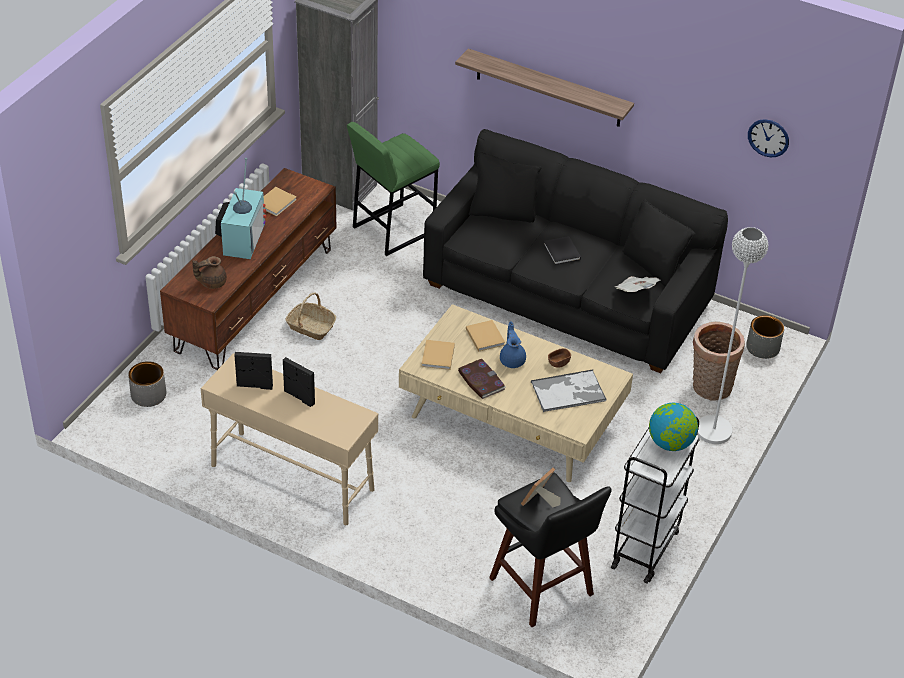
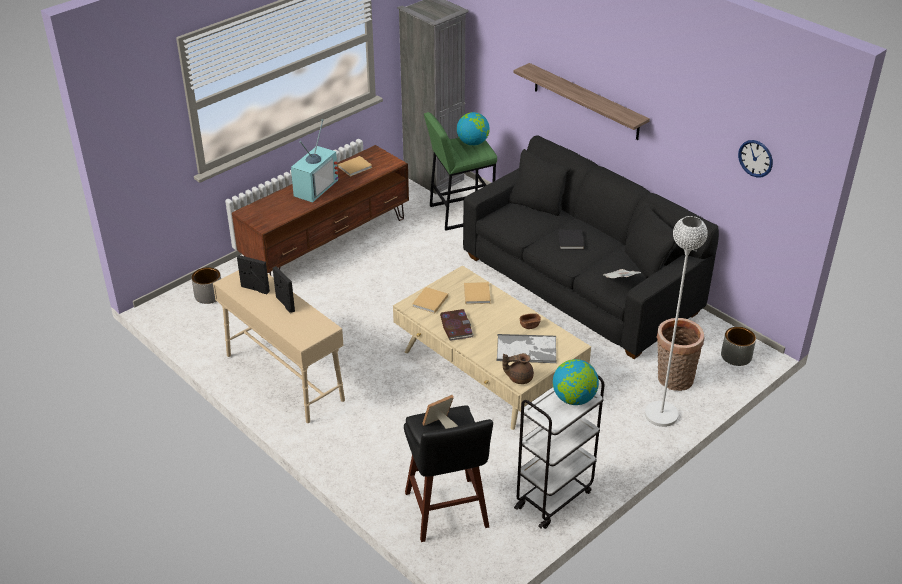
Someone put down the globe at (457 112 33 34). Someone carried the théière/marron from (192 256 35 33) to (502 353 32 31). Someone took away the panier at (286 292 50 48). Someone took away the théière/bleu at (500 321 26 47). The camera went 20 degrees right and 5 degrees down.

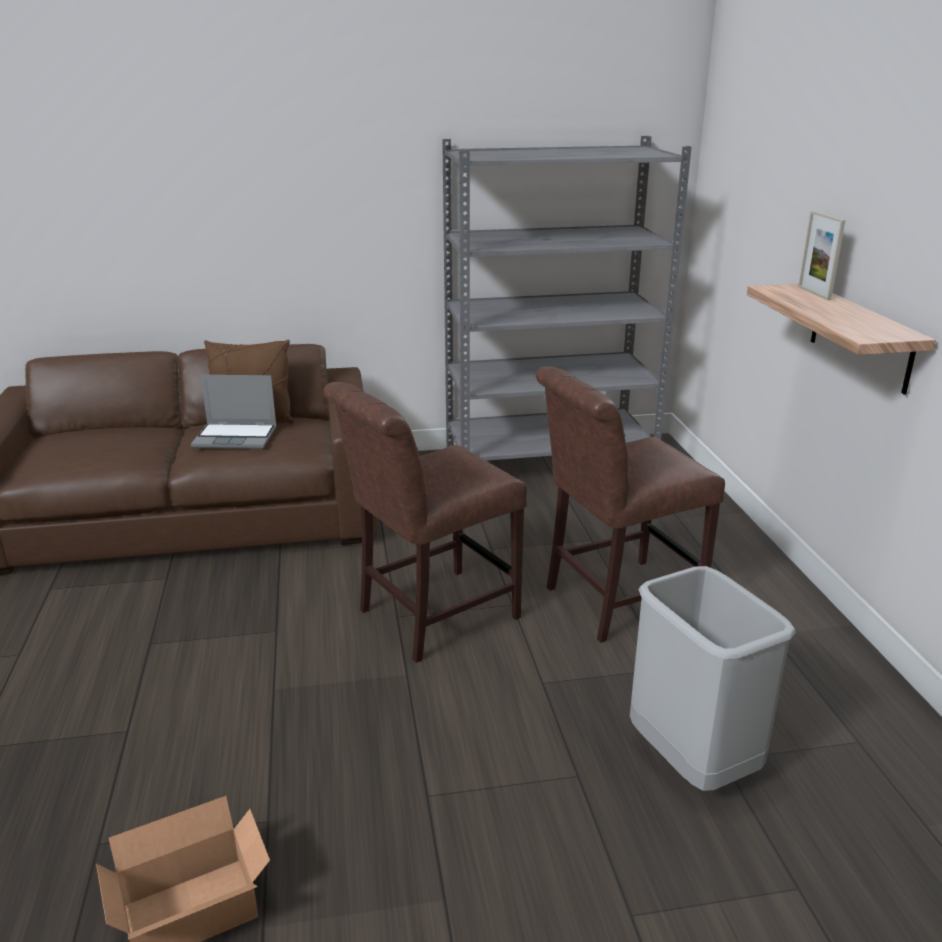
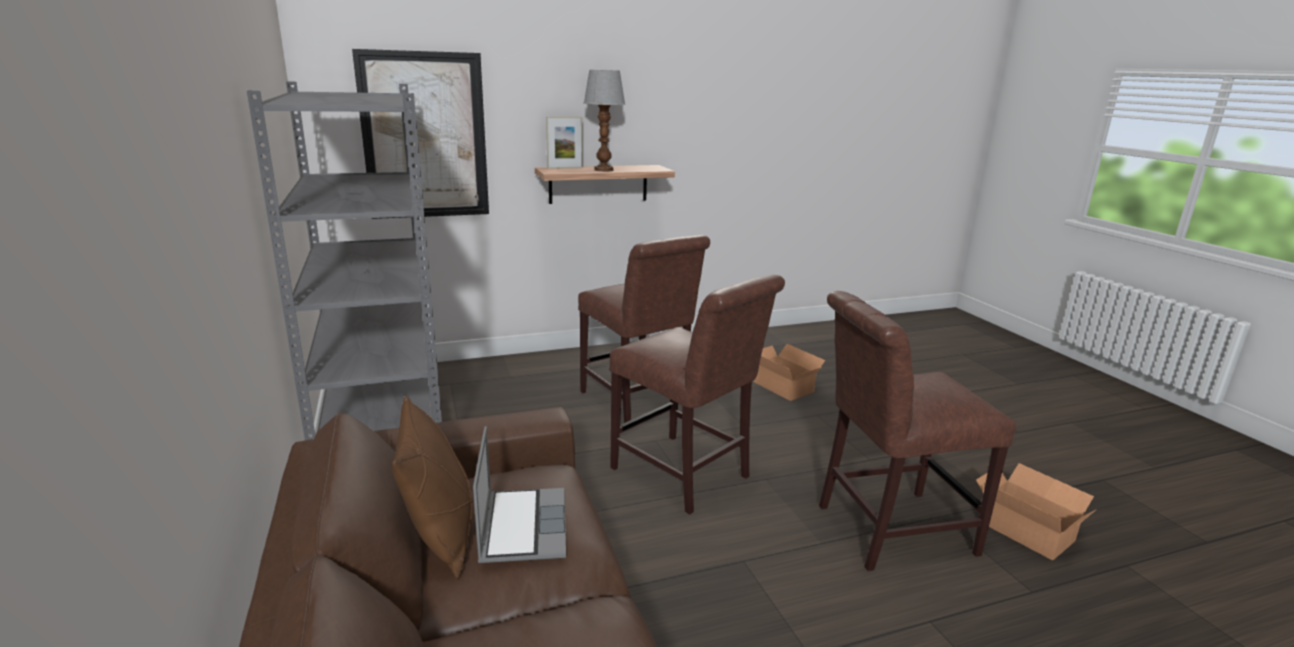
Someone put up the tableau at (352 49 137 170). Someone put down the lampe de table at (584 70 41 102). Someone swapped the poubelle/gris at (630 566 166 225) for the carton at (753 344 72 57). Someone put down the chaise/marron at (819 291 197 280). The camera went 100 degrees left and 5 degrees down.

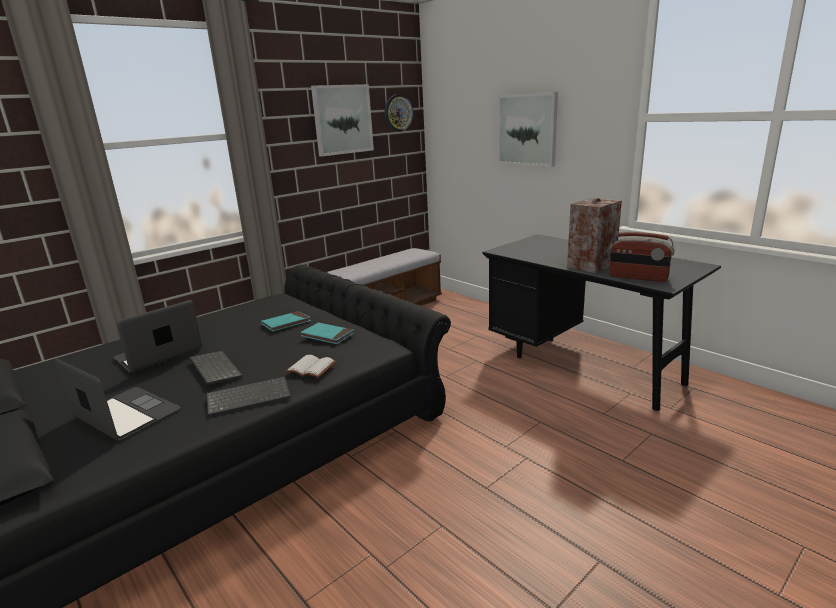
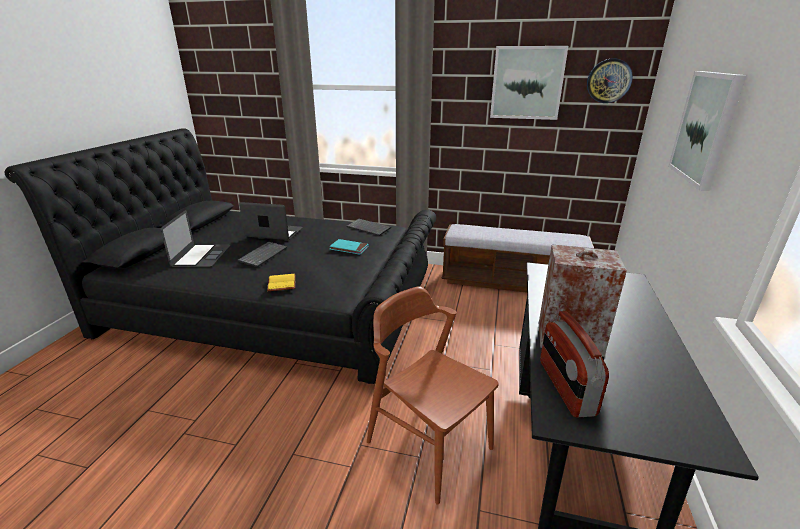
Someone repainted the livre/blanc at (285 355 51 23), which became the livre/jaune at (267 274 29 17). Someone carried the clavier from (207 376 83 41) to (347 219 44 17). Someone put down the chaise/marron at (367 286 132 219). Someone took away the livre/turquoise at (301 323 53 21). The camera went 55 degrees right and 5 degrees up.

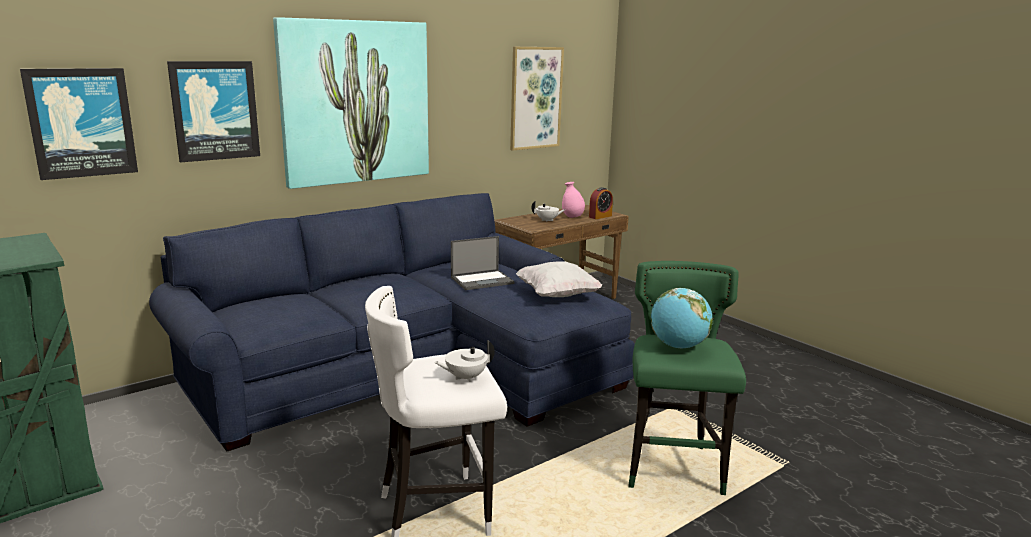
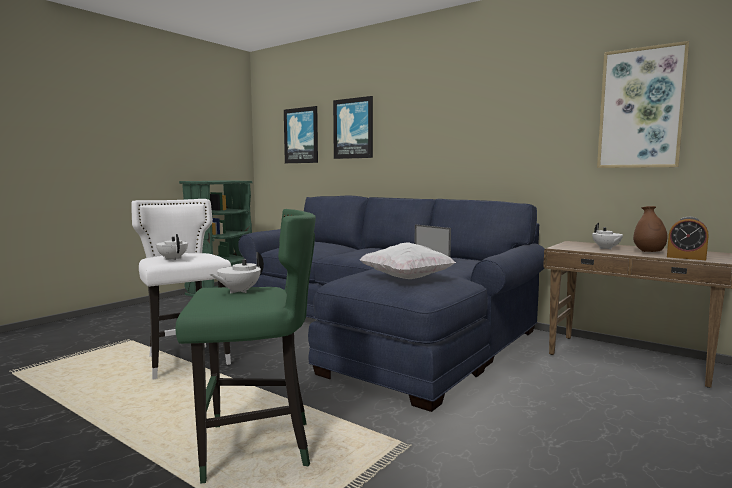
Someone swapped the globe at (651 288 62 60) for the théière/blanc at (210 252 54 41). Someone repainted the vase/rose at (562 182 23 36), which became the vase/marron at (633 206 35 46). Someone took away the tableau at (273 17 156 172). The camera went 75 degrees right and 10 degrees down.

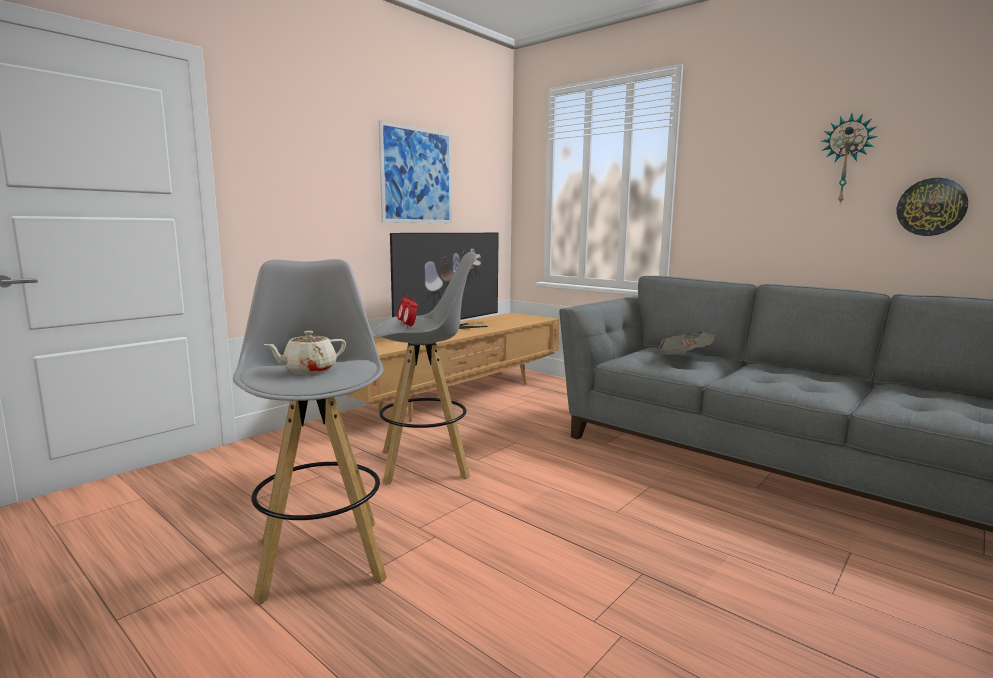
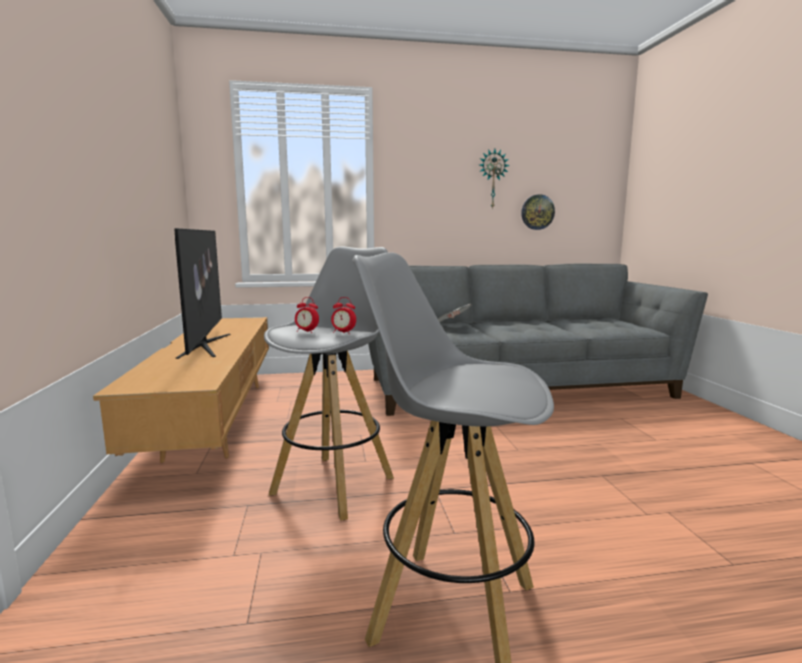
Someone took away the théière/beige at (264 331 82 43). Someone took away the tableau at (378 120 74 103). The camera went 50 degrees left and 0 degrees up.

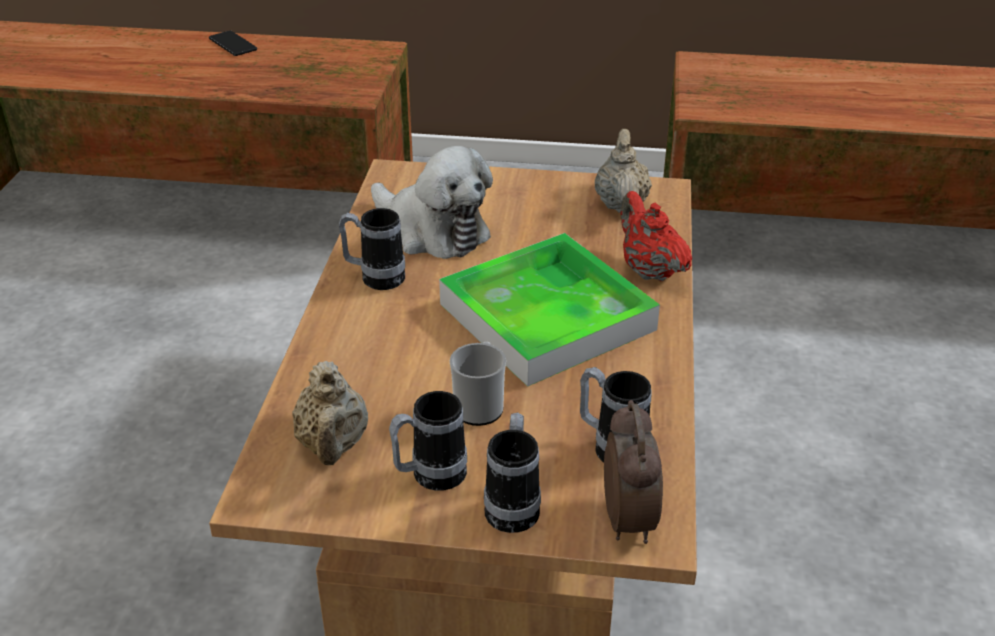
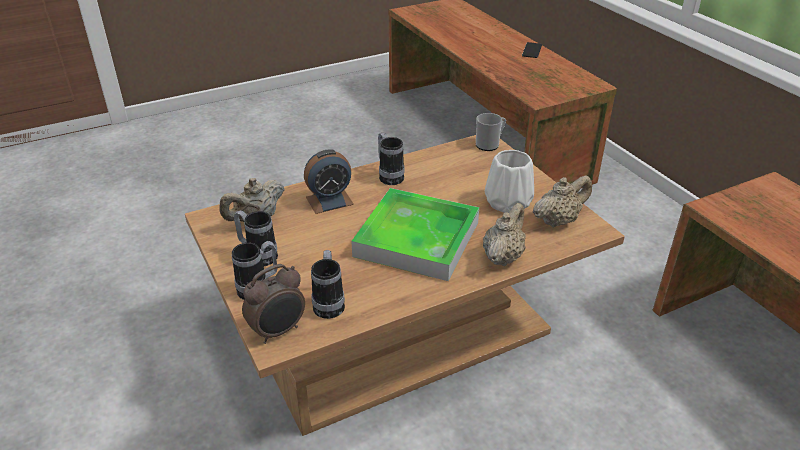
Someone put down the réveil at (304 149 50 65). Someone carried the mug from (450 342 56 84) to (476 113 30 38). Someone repainted the théière/rouge at (621 191 71 90), which became the théière/beige at (483 203 43 63). Someone put down the vase/blanc at (485 150 49 63). Someone took away the peluche at (371 146 122 113). The camera went 55 degrees right and 0 degrees up.

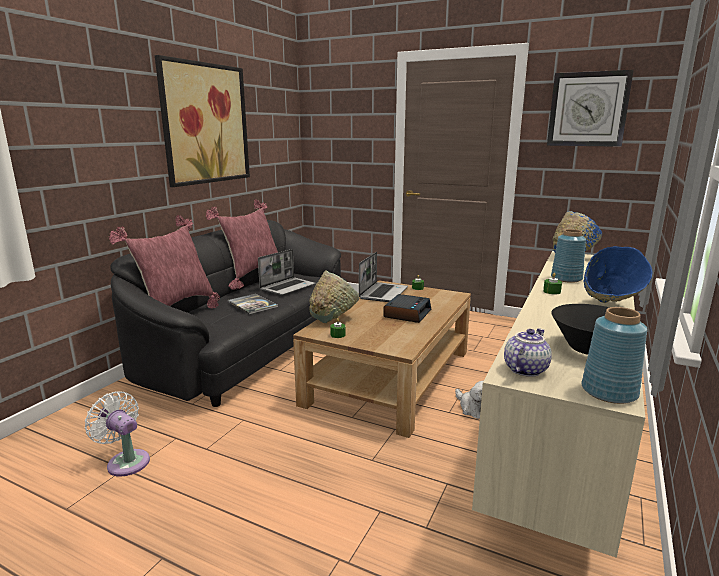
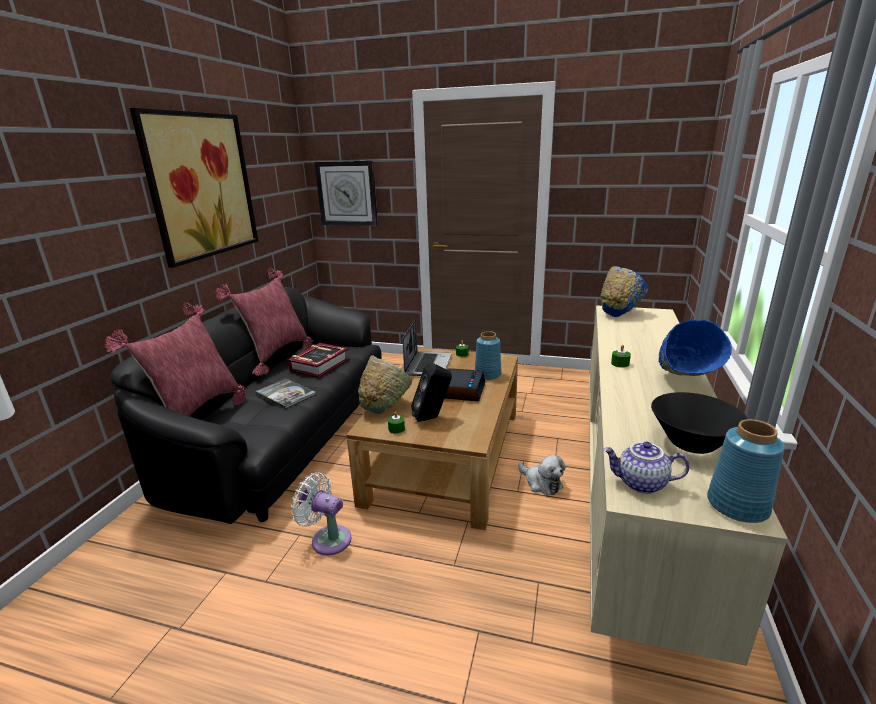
Someone swapped the ordinateur portable at (258 249 58 46) for the livre at (288 343 61 35). Someone carried the ventilateur/blanc from (85 391 65 86) to (291 472 60 83). Someone carried the horloge murale from (547 70 87 77) to (314 161 64 65). Someone put down the enceinte/noir at (411 362 41 60). Someone carried the vase/bleu from (551 229 35 54) to (475 331 26 49). Someone rotated the théière at (504 328 48 49) by 105 degrees counterclockwise. The camera went 10 degrees left and 5 degrees up.

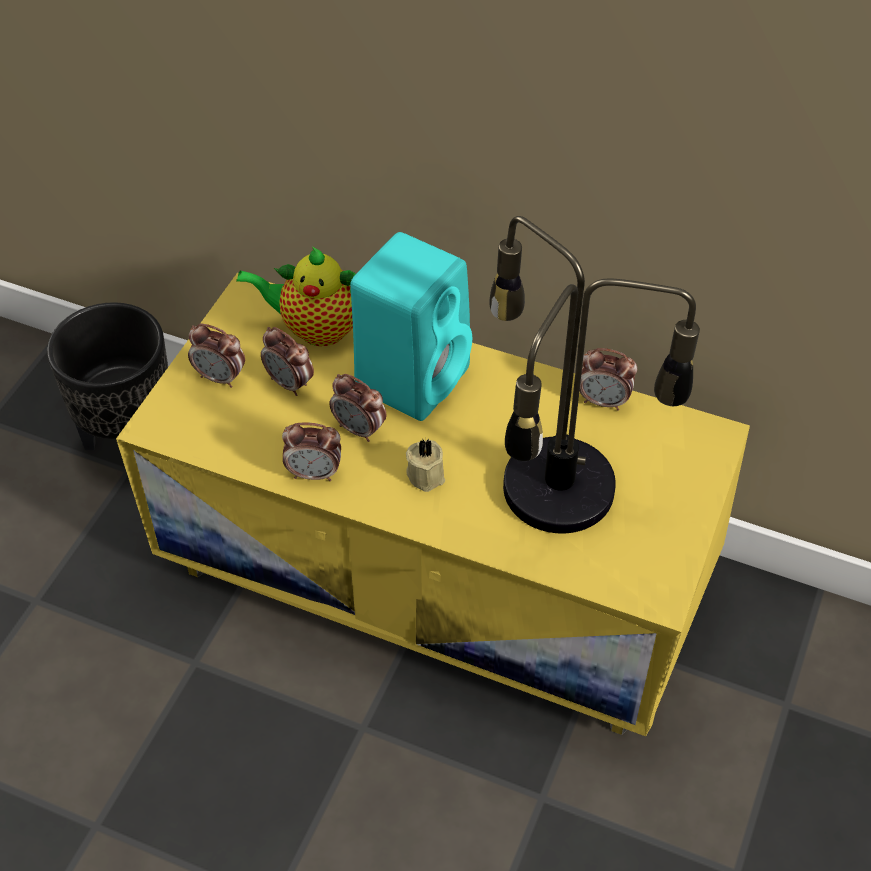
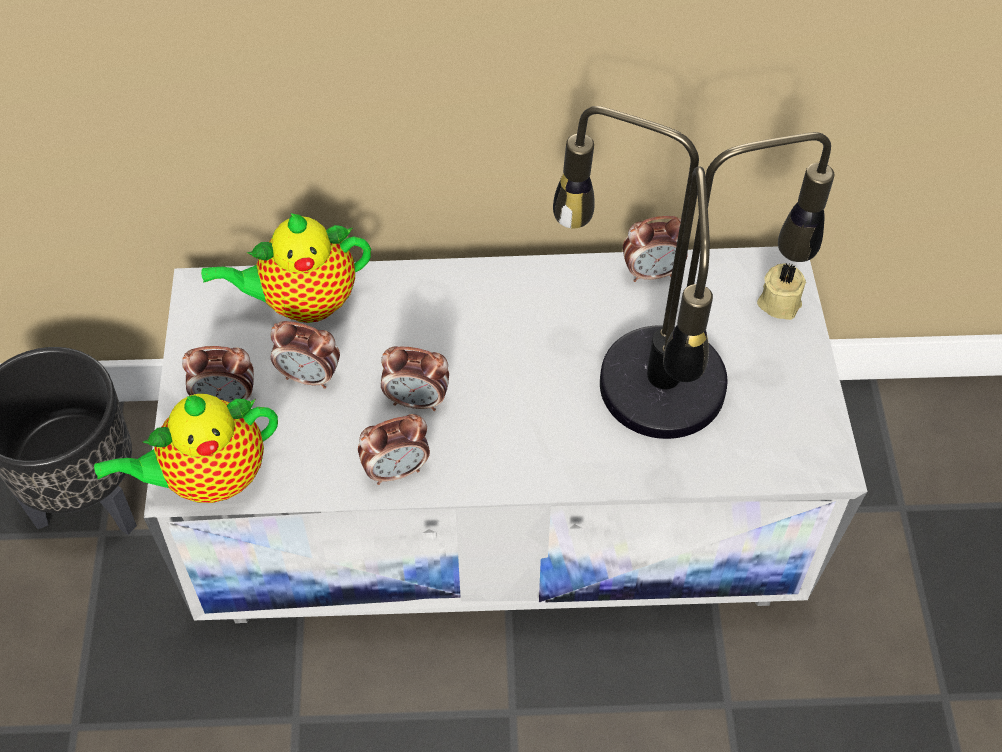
Someone put down the théière at (94 394 184 109). Someone repainted the meuble télé/jaune at (116 273 634 463), which became the meuble télé/blanc at (144 246 723 377). Someone carried the bougie/beige from (406 439 39 53) to (757 263 49 57). Someone took away the enceinte/turquoise at (350 232 122 189). The camera went 25 degrees left and 5 degrees up.

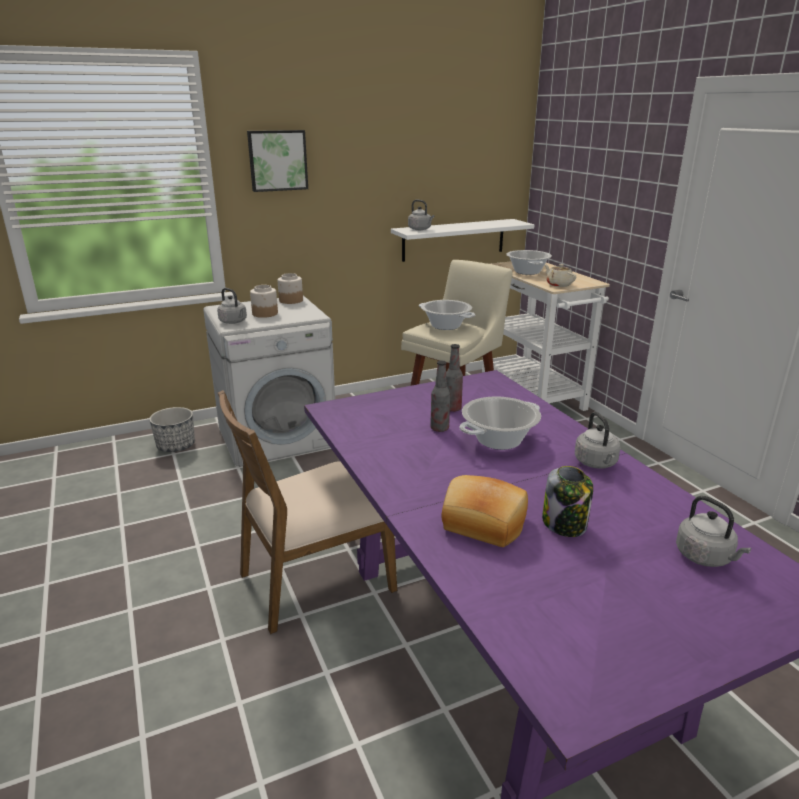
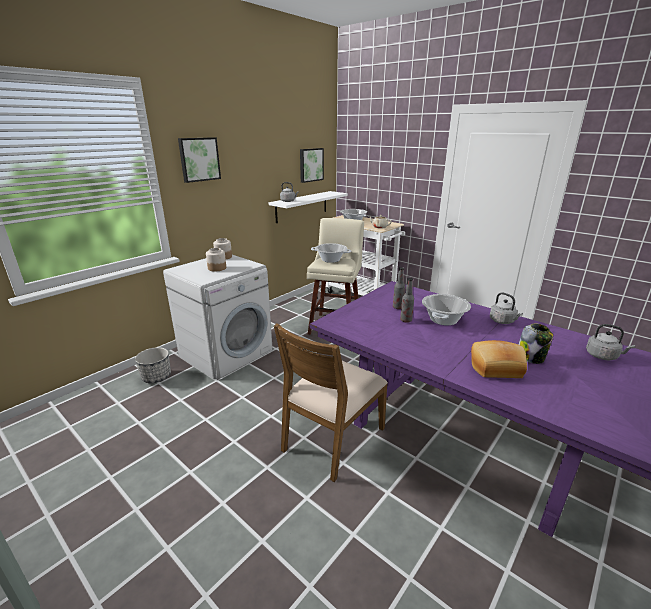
Someone put up the tableau at (300 148 24 35). Someone took away the bouilloire/gris at (217 288 30 36). The camera went 25 degrees left and 0 degrees up.

